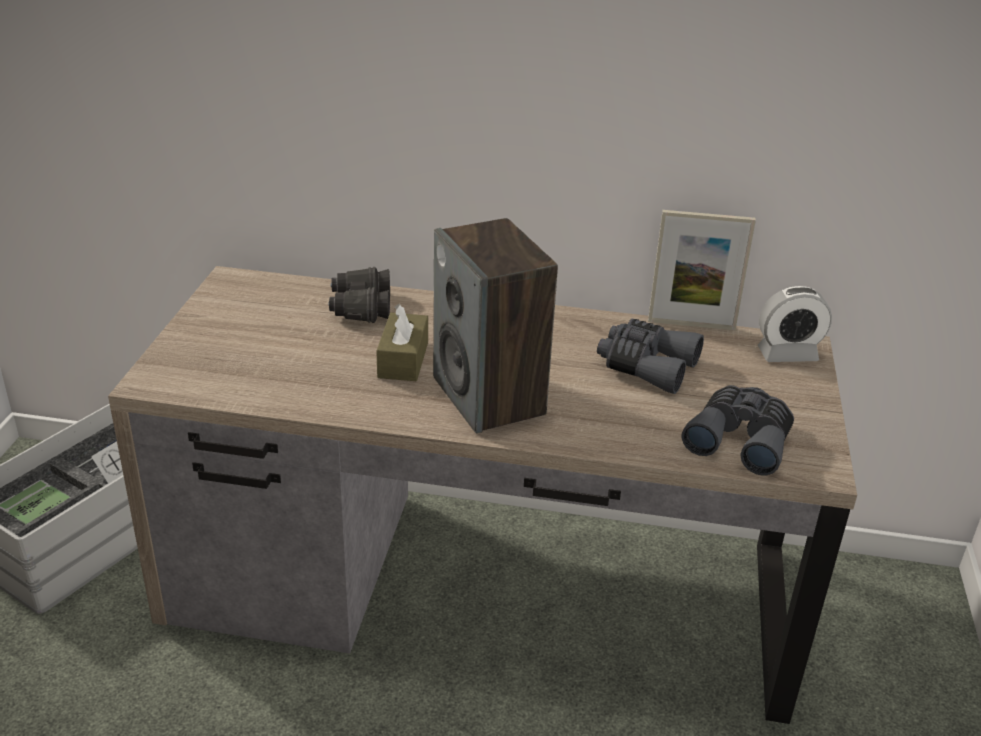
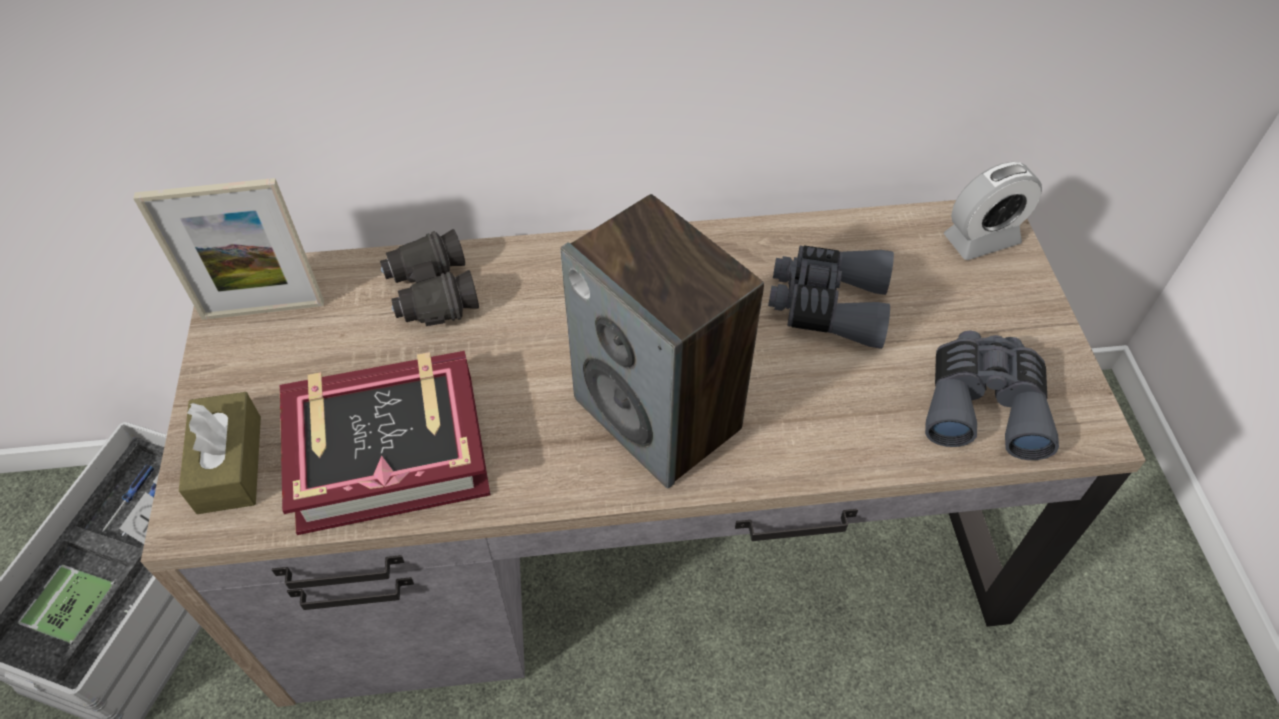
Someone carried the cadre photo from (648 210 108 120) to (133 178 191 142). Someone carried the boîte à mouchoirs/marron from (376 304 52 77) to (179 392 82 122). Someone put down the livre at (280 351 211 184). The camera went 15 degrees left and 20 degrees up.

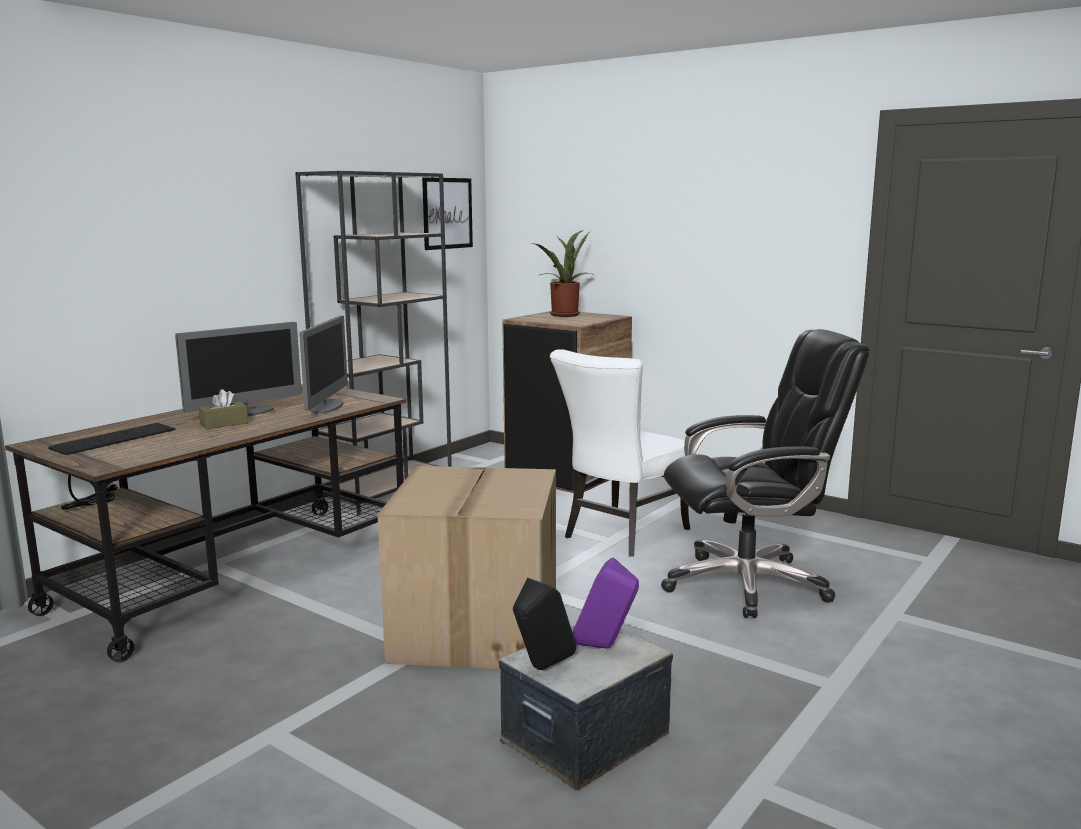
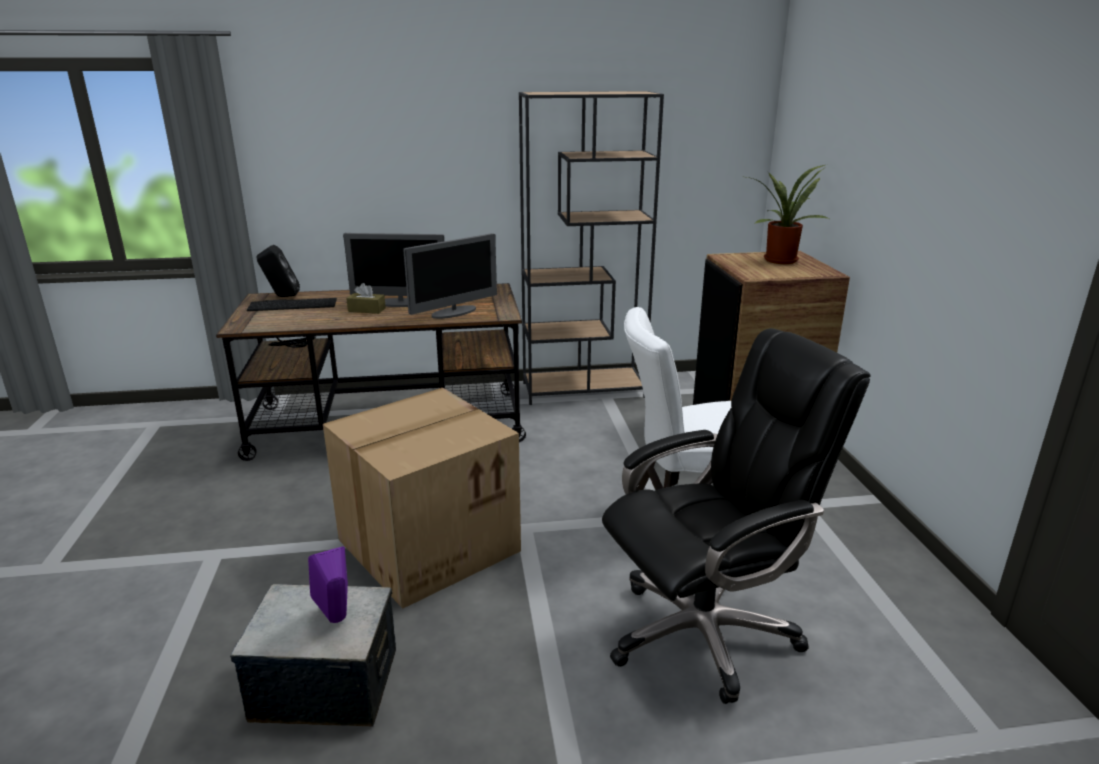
Someone carried the enceinte/noir from (513 577 64 93) to (257 245 43 52). Someone rotated the chaise de bureau/noir at (661 329 208 289) by 60 degrees counterclockwise. Someone took away the tableau at (422 177 51 73). The camera went 45 degrees right and 10 degrees up.

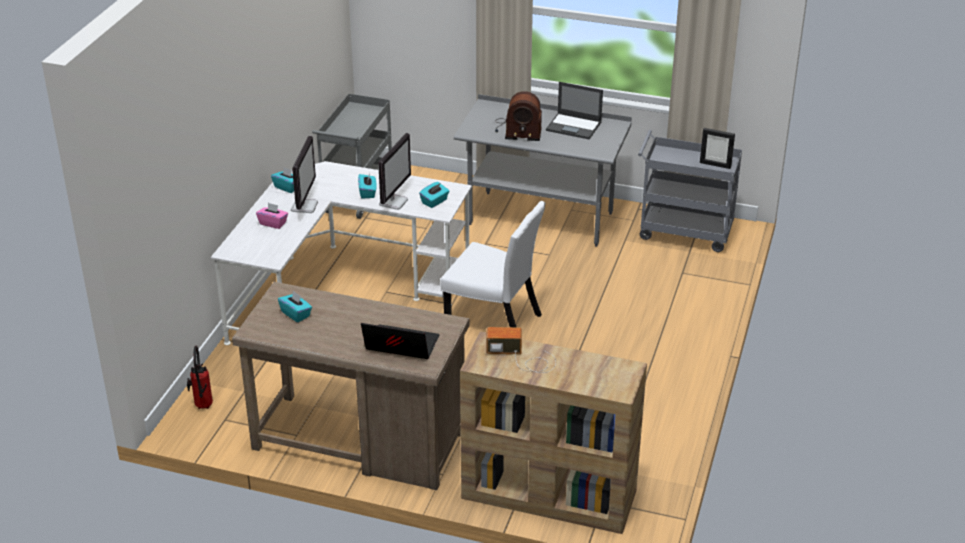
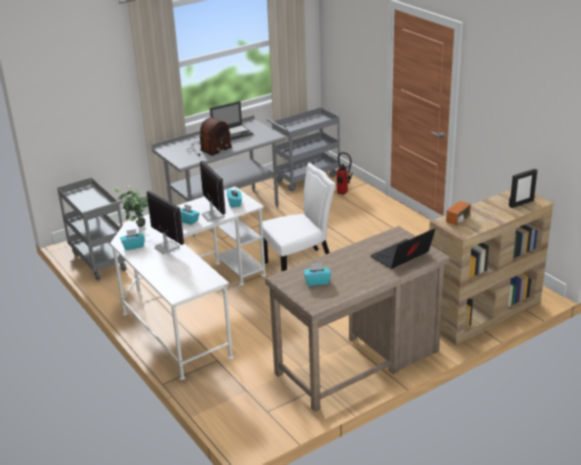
Someone put down the plante en pot at (115 186 33 41). Someone carried the extincteur from (187 346 26 63) to (337 152 15 43). Someone carried the cadre photo from (700 128 35 41) to (509 169 28 39). Someone took away the boîte à mouchoirs/rose at (256 203 32 26). The camera went 50 degrees left and 5 degrees down.

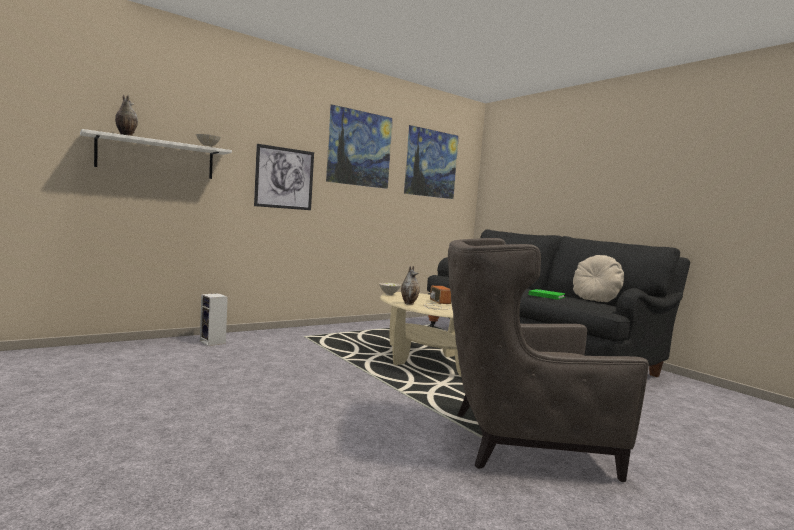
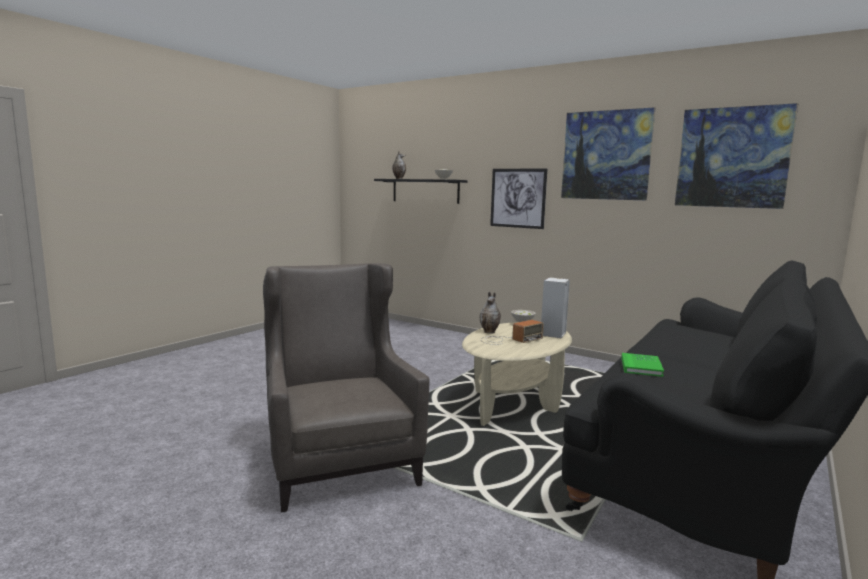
Someone repainted the étagère/blanc at (80 129 152 50), which became the étagère/noir at (374 179 93 25). Someone carried the enceinte from (200 293 28 53) to (541 277 29 61). Someone took away the coussin/beige at (573 255 51 47). The camera went 70 degrees right and 5 degrees up.

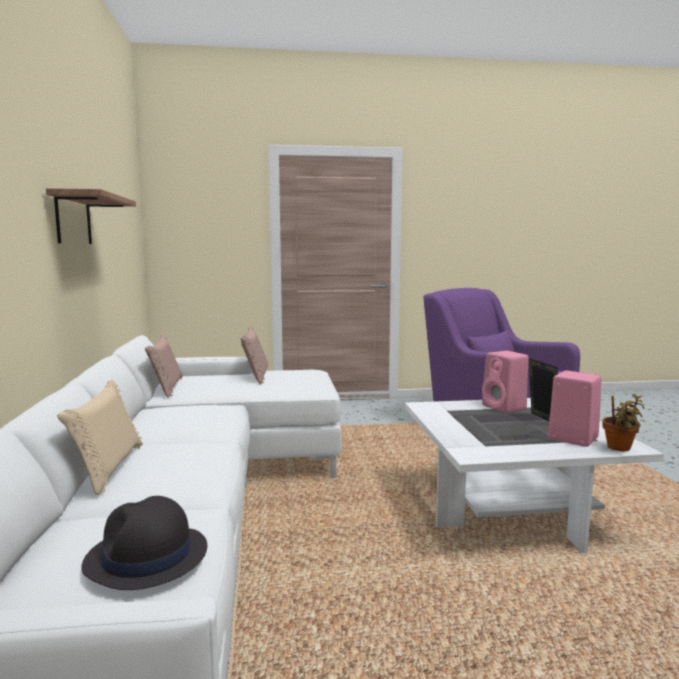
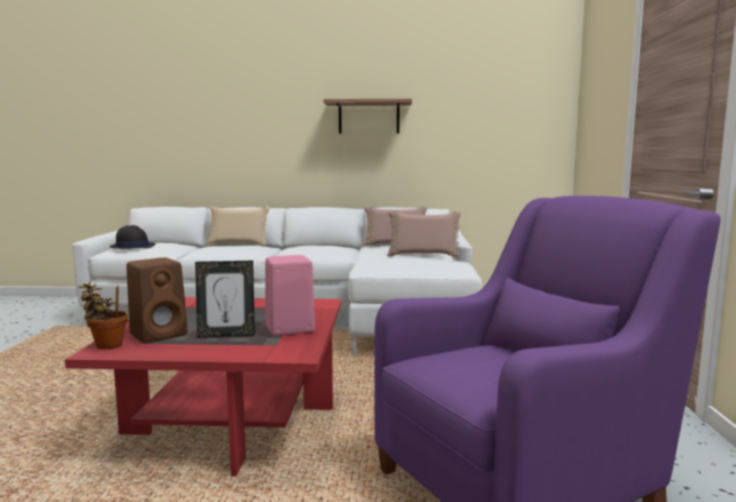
Someone repainted the table basse/blanc at (405 398 259 155), which became the table basse/rouge at (65 297 276 179). Someone repainted the enceinte/rose at (548 370 53 77), which became the enceinte/marron at (126 257 61 86). The camera went 100 degrees right and 0 degrees up.

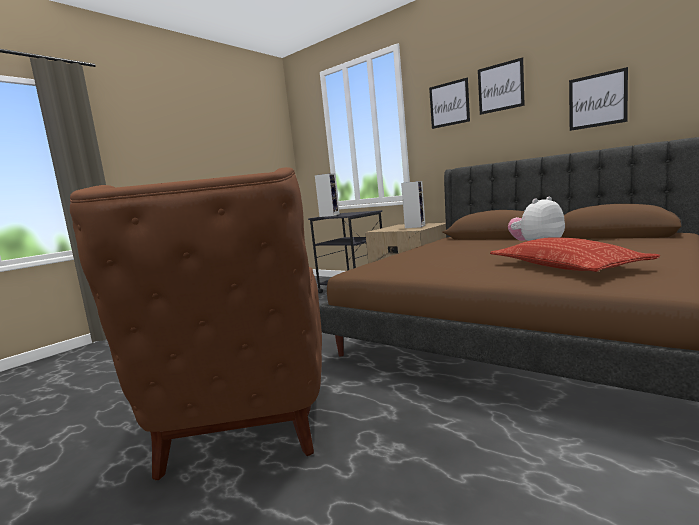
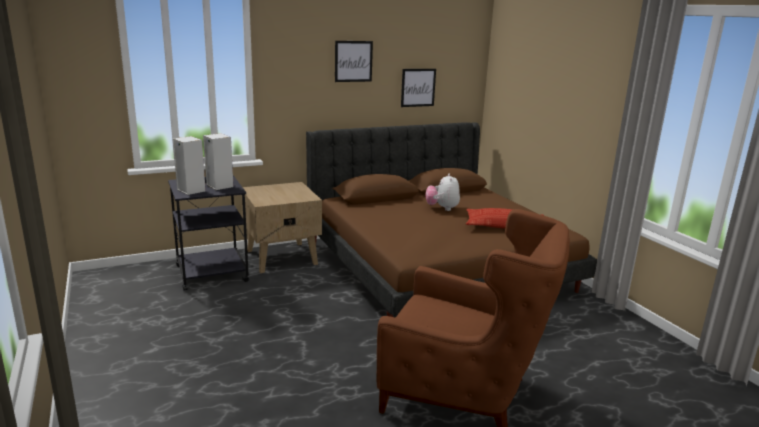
Someone carried the enceinte from (401 181 24 47) to (203 133 31 57). Someone took away the tableau at (429 78 41 51). The camera went 65 degrees left and 10 degrees up.

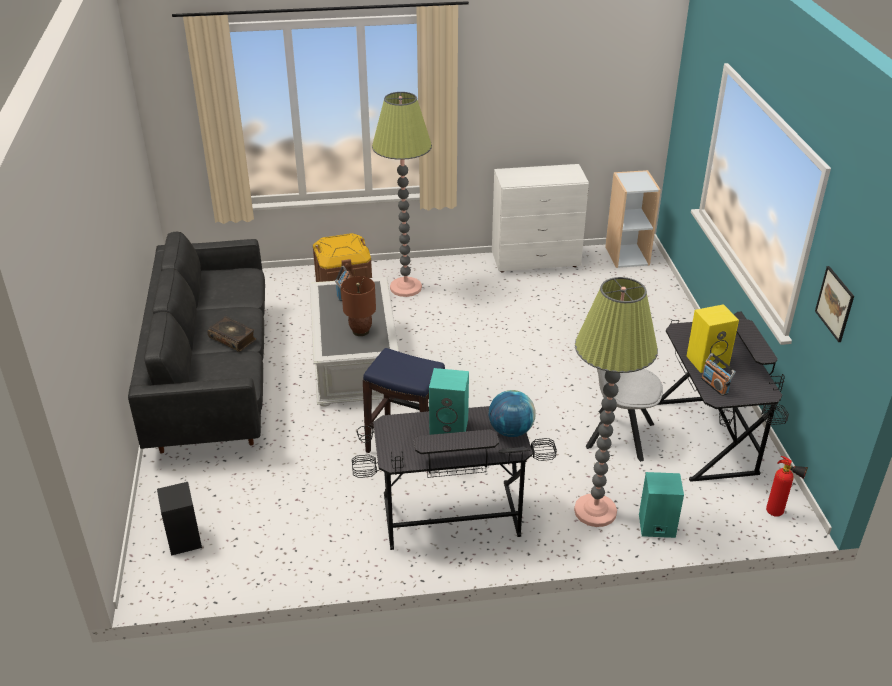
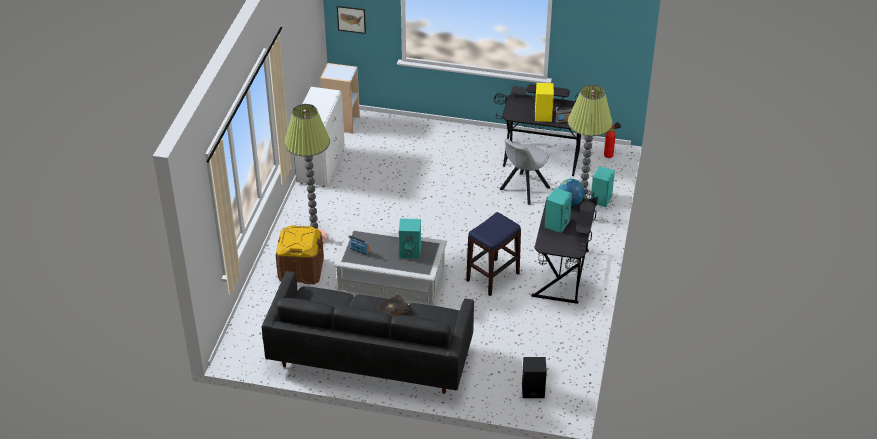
Someone carried the tableau from (815 266 39 76) to (337 6 29 28). Someone swapped the lampe de table/marron at (341 276 35 60) for the enceinte/turquoise at (399 218 22 41). The camera went 70 degrees left and 5 degrees up.

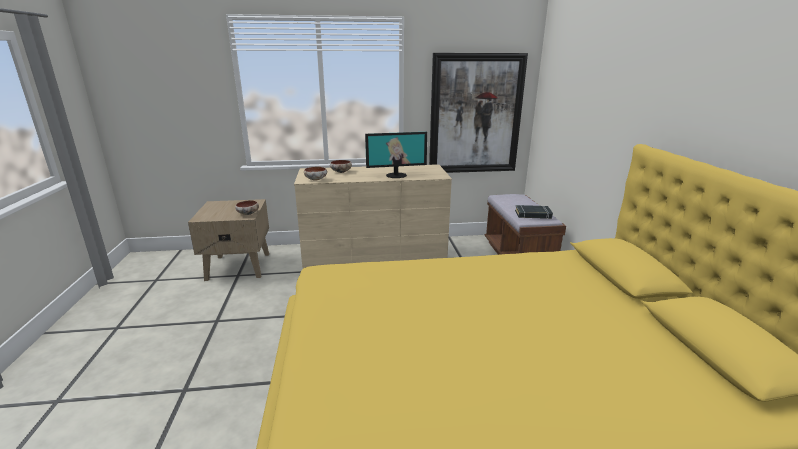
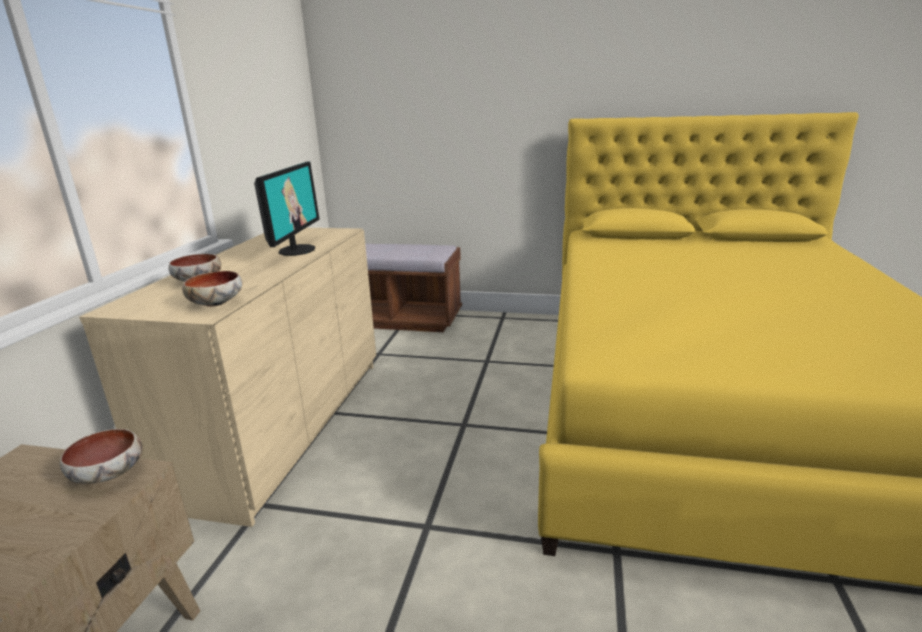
Someone took away the tableau at (429 53 99 120). Someone took away the livre/noir at (515 205 38 14). The camera went 70 degrees left and 0 degrees up.

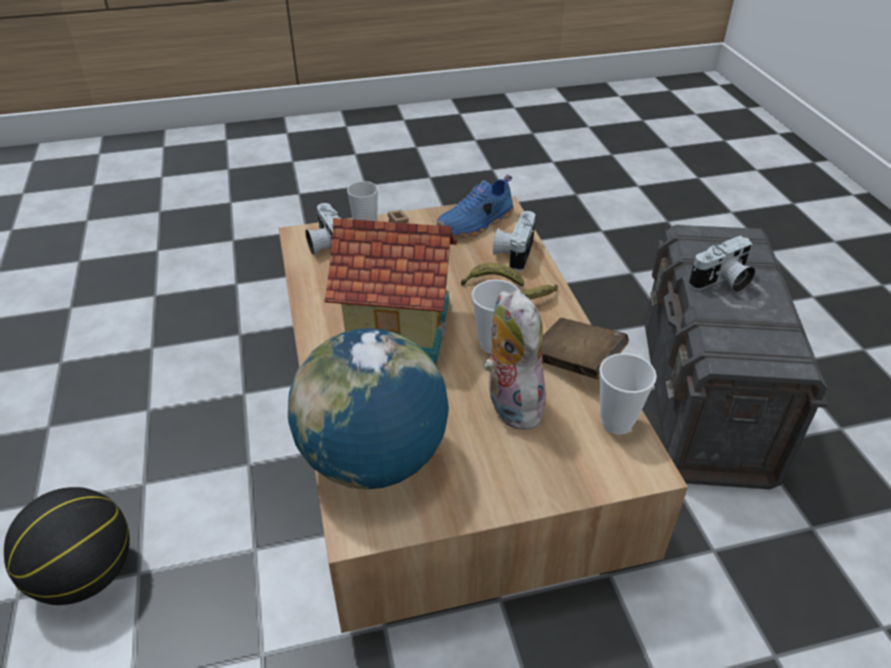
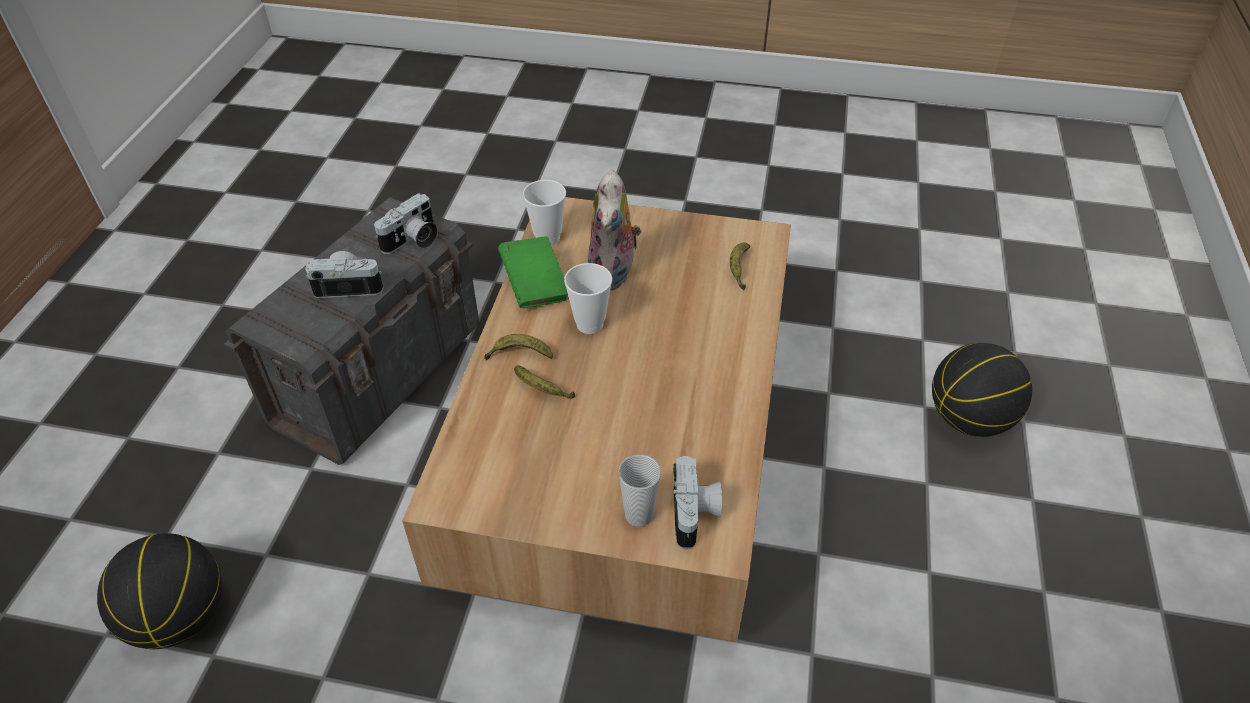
Someone put down the ballon de basket at (97 533 125 116). Someone carried the appareil photo from (493 211 43 60) to (374 193 64 61). Someone repainted the livre/marron at (542 318 87 62), which became the livre/vert at (498 236 70 72). Someone swapped the globe at (288 328 161 161) for the banane at (730 243 21 47). Someone took away the maison miniature at (324 210 133 154). Someone took away the chaussure/bleu at (437 175 76 63). The camera went 155 degrees left and 5 degrees up.

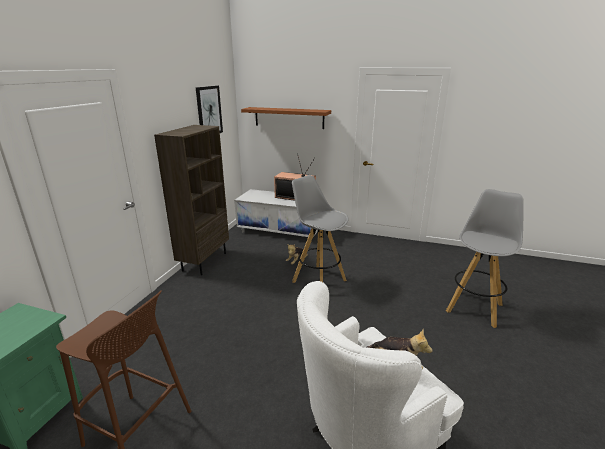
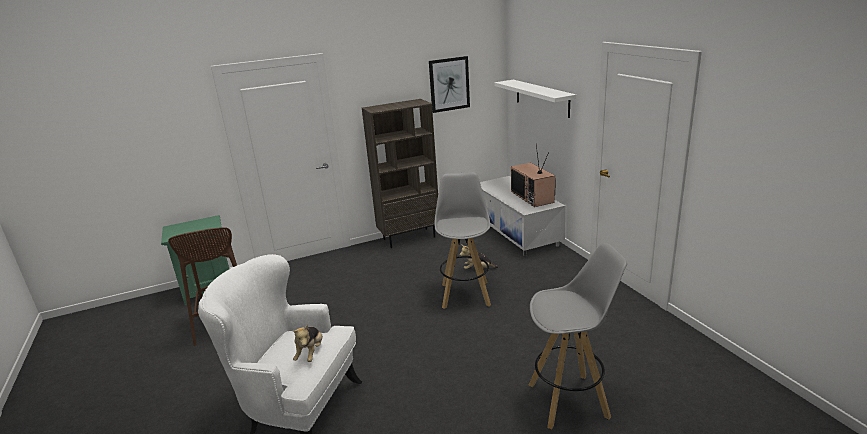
Someone repainted the étagère/marron at (241 107 90 22), which became the étagère/blanc at (495 80 81 38). The camera went 50 degrees right and 0 degrees up.

